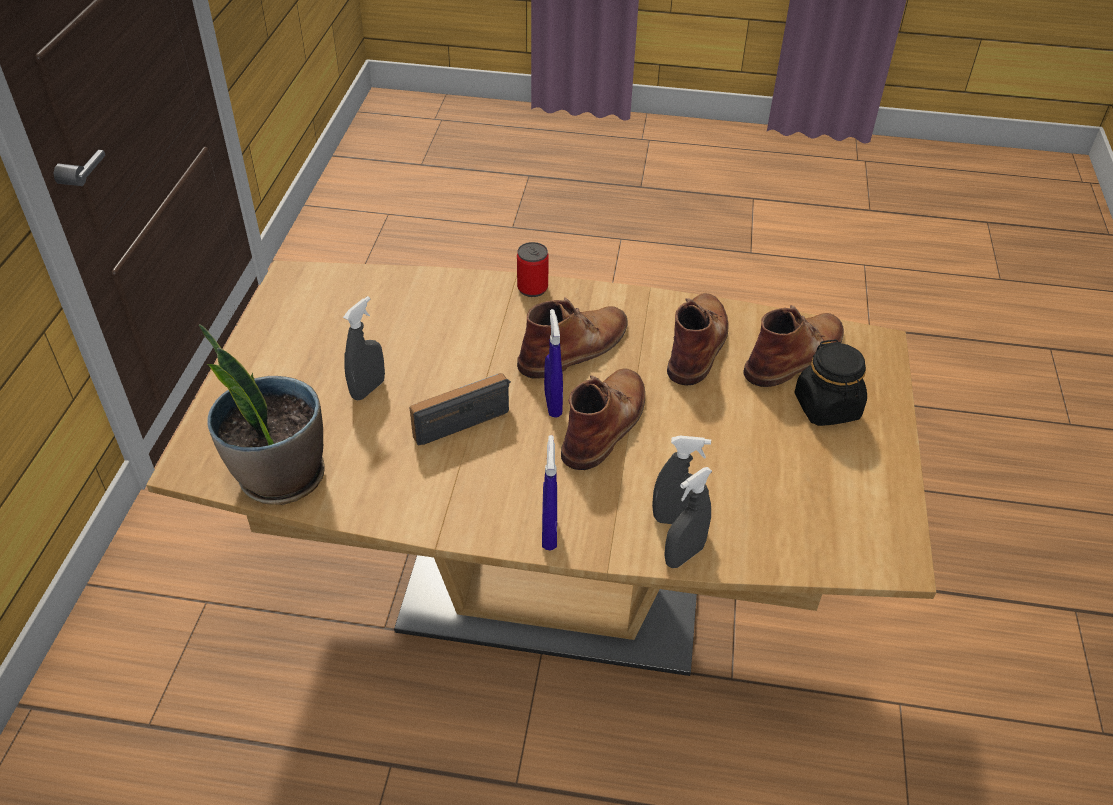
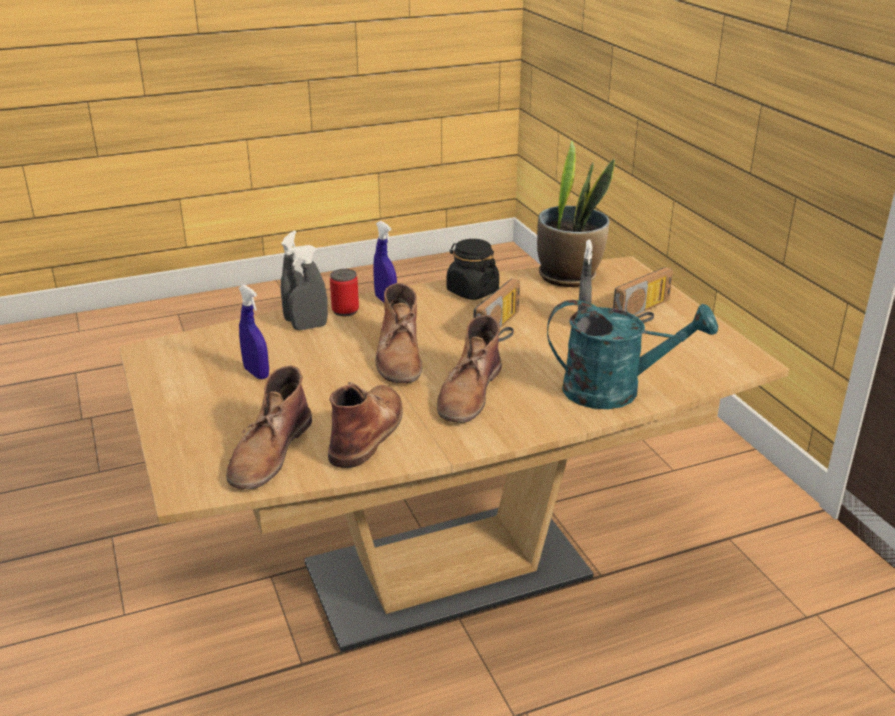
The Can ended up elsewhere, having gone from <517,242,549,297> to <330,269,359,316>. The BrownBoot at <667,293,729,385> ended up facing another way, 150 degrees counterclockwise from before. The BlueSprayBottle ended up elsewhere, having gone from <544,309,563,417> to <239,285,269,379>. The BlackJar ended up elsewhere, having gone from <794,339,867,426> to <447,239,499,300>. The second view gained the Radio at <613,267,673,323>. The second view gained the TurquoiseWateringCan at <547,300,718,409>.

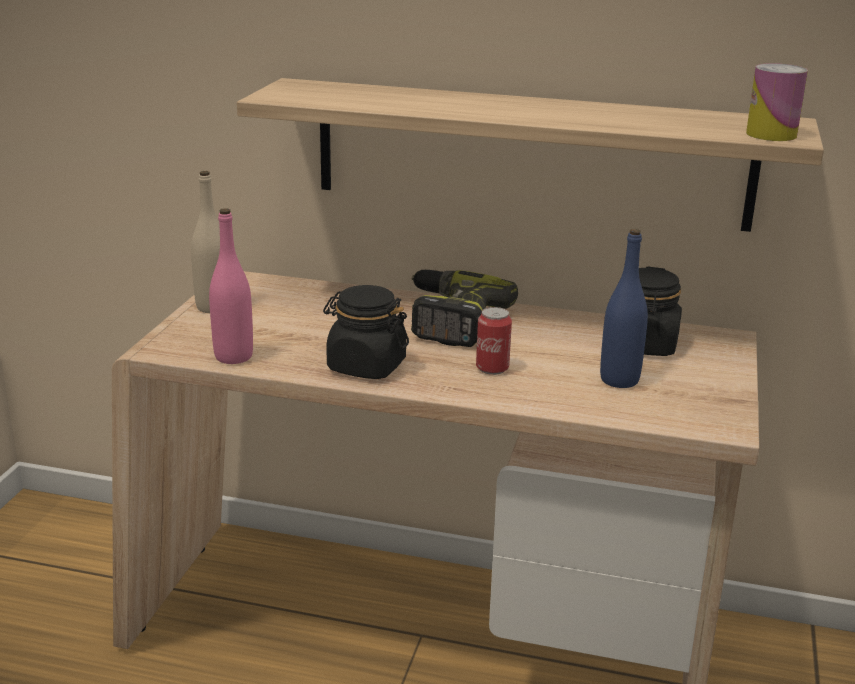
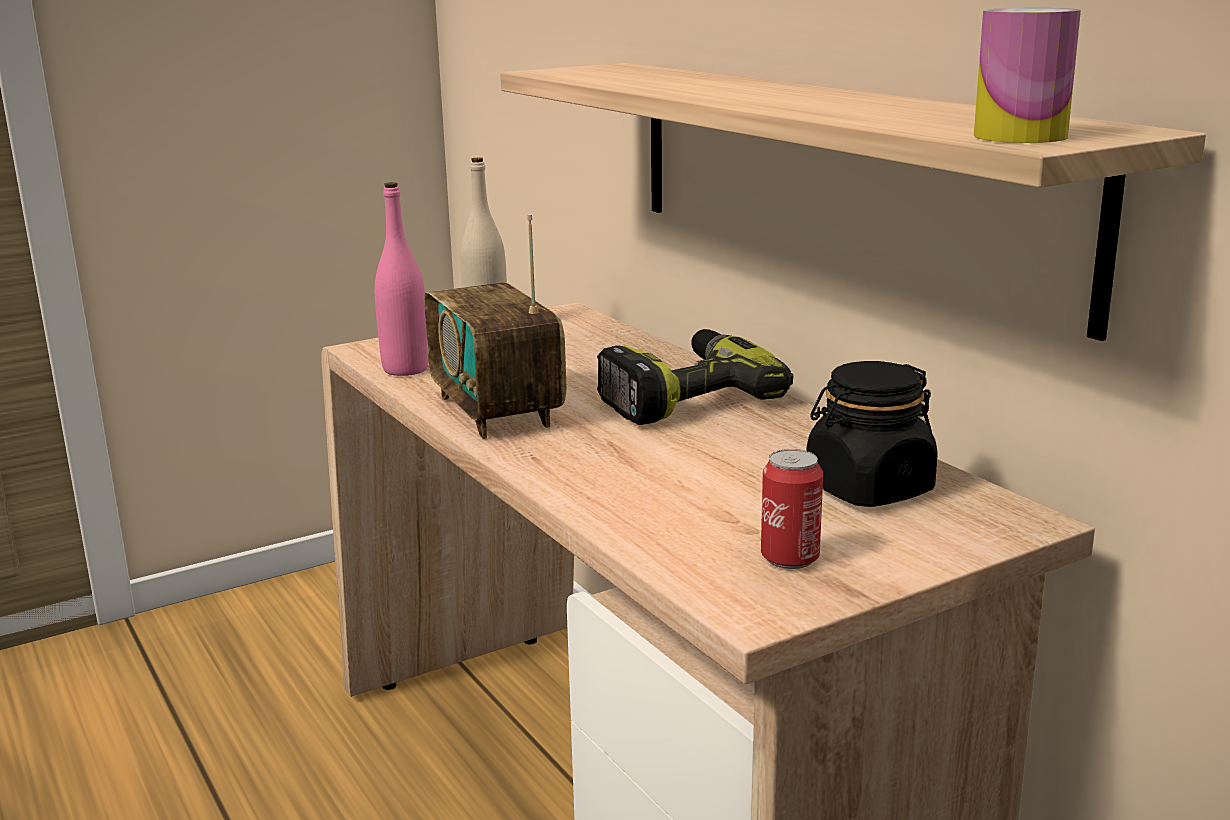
The second view lost the BlueBottle at <600,229,648,388>. Where the BlackJar stood at <323,285,409,379>, the Radio came to stand at <424,214,566,439>. The Can ended up elsewhere, having gone from <476,307,512,375> to <761,449,823,569>.

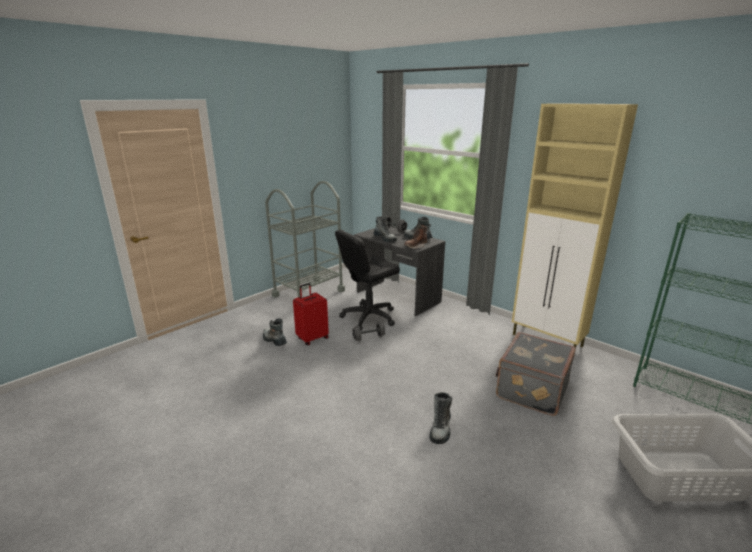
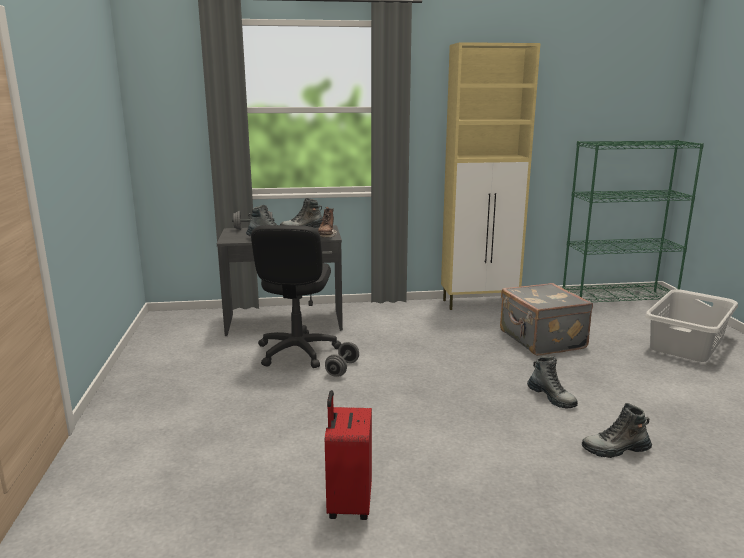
The second view lost the GreyCart at <265,181,345,298>. The RedSuitcase ended up elsewhere, having gone from <293,283,329,345> to <325,390,372,520>. The Boot ended up elsewhere, having gone from <263,318,287,346> to <582,403,652,458>.

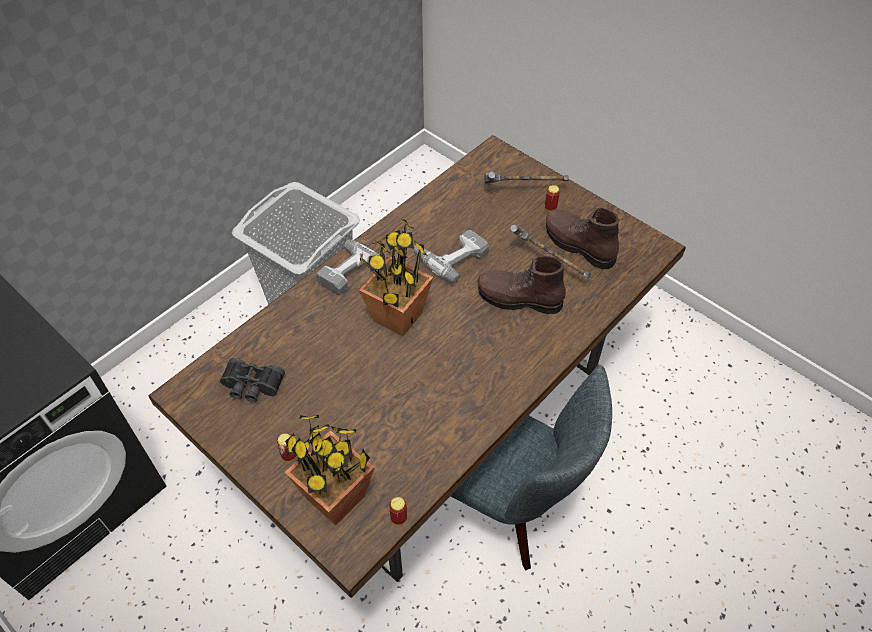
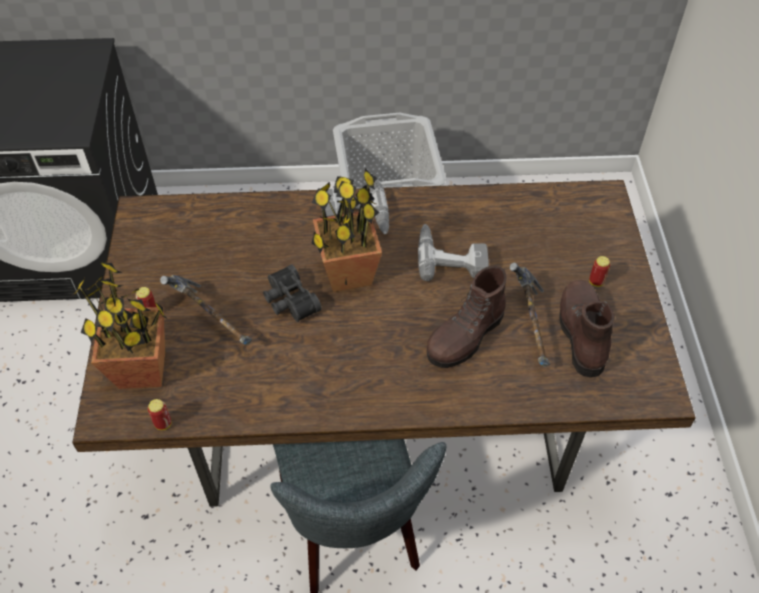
The Hammer ended up elsewhere, having gone from <484,172,568,185> to <160,275,252,345>. The BrownBoot at <478,256,566,314> ended up facing another way, 105 degrees counterclockwise from before. The BlackBinoculars ended up elsewhere, having gone from <220,358,285,402> to <263,264,322,322>.

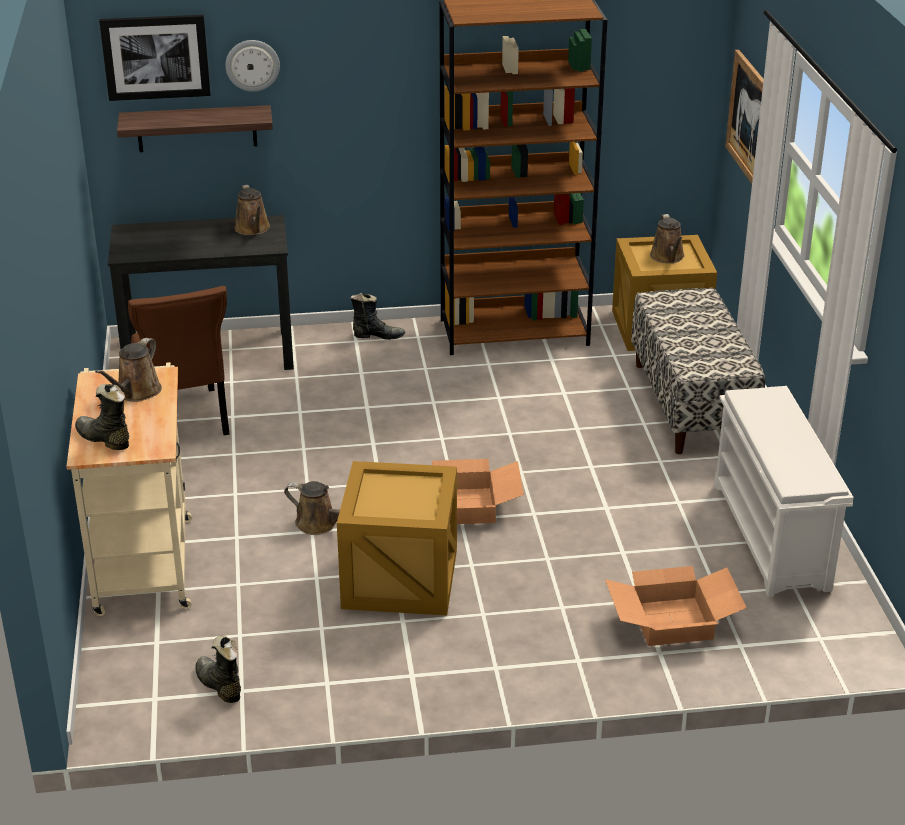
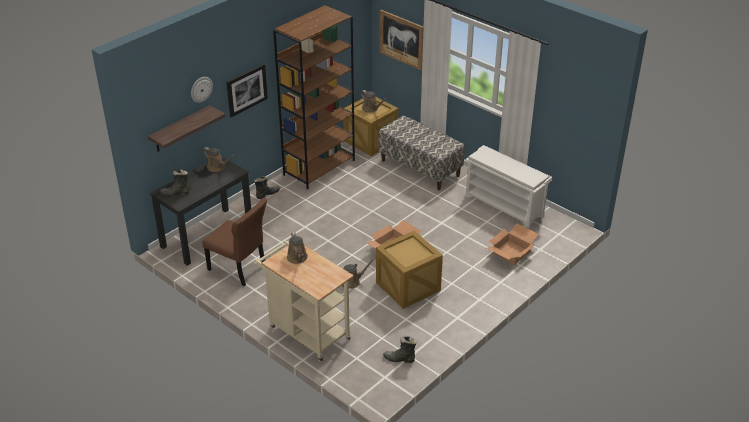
The Picture ended up elsewhere, having gone from <99,15,211,101> to <226,64,268,117>. The BlackBoot ended up elsewhere, having gone from <75,384,129,450> to <160,169,189,196>.

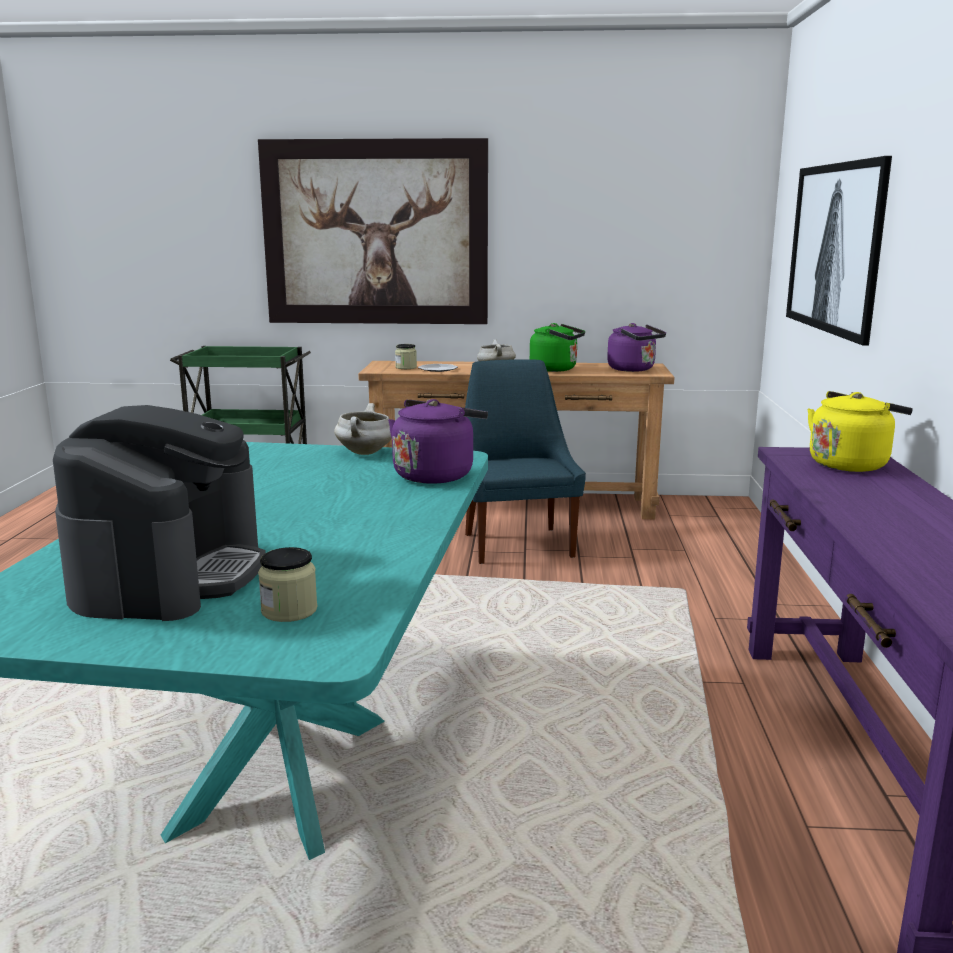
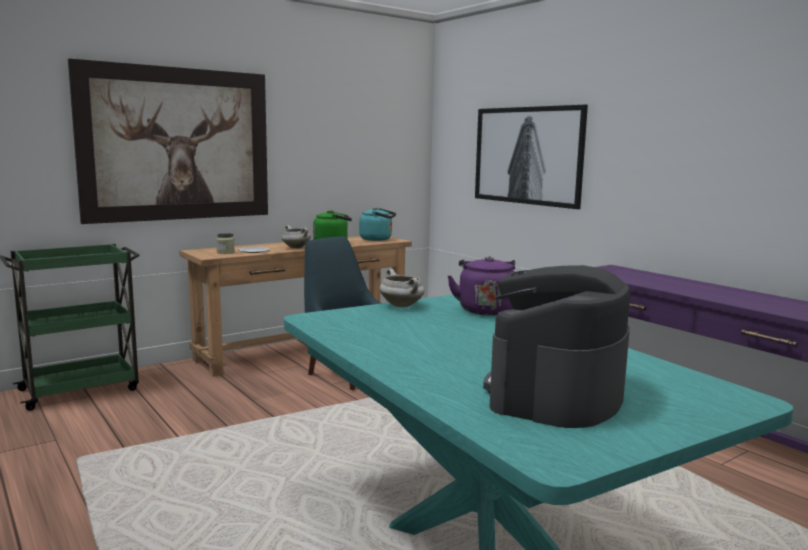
What was the PurpleKettle at <607,323,666,372> turned into the TurquoiseKettle at <359,208,396,241>. The second view lost the YellowKettle at <807,391,913,472>. The CoffeeMachine at <53,405,266,621> ended up facing another way, 120 degrees counterclockwise from before. The second view lost the Jar at <258,547,317,622>.

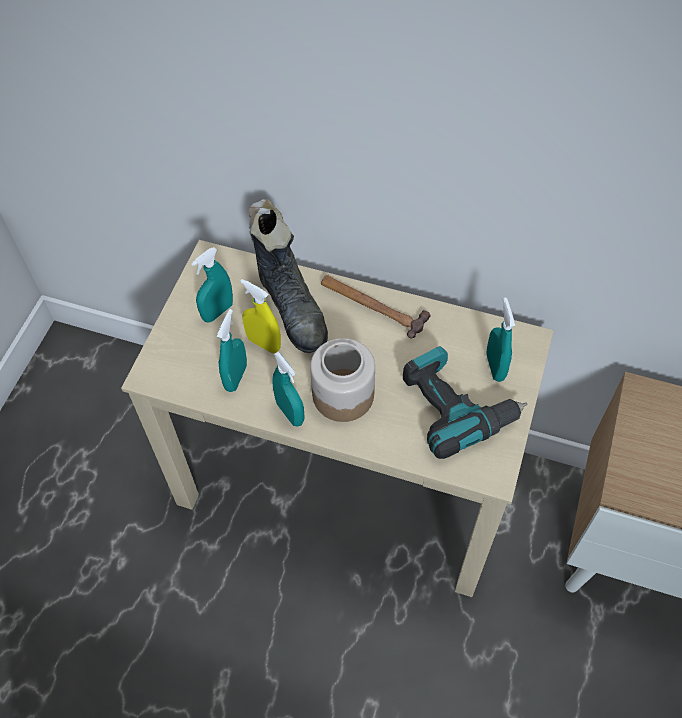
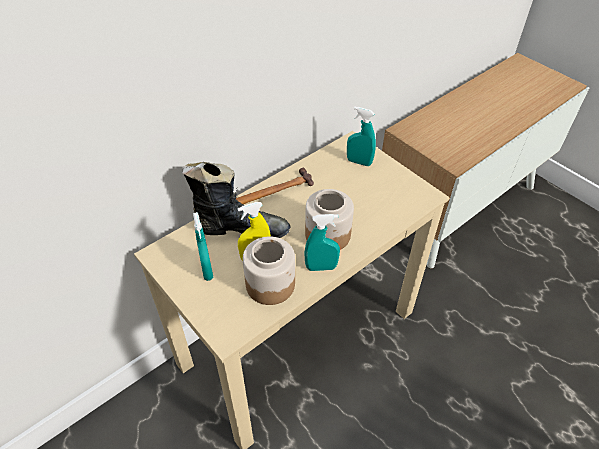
Where the TurquoiseSprayBottle stood at <217,309,247,392>, the Jar came to stand at <243,237,295,305>. The second view lost the PowerDrill at <403,346,527,459>.

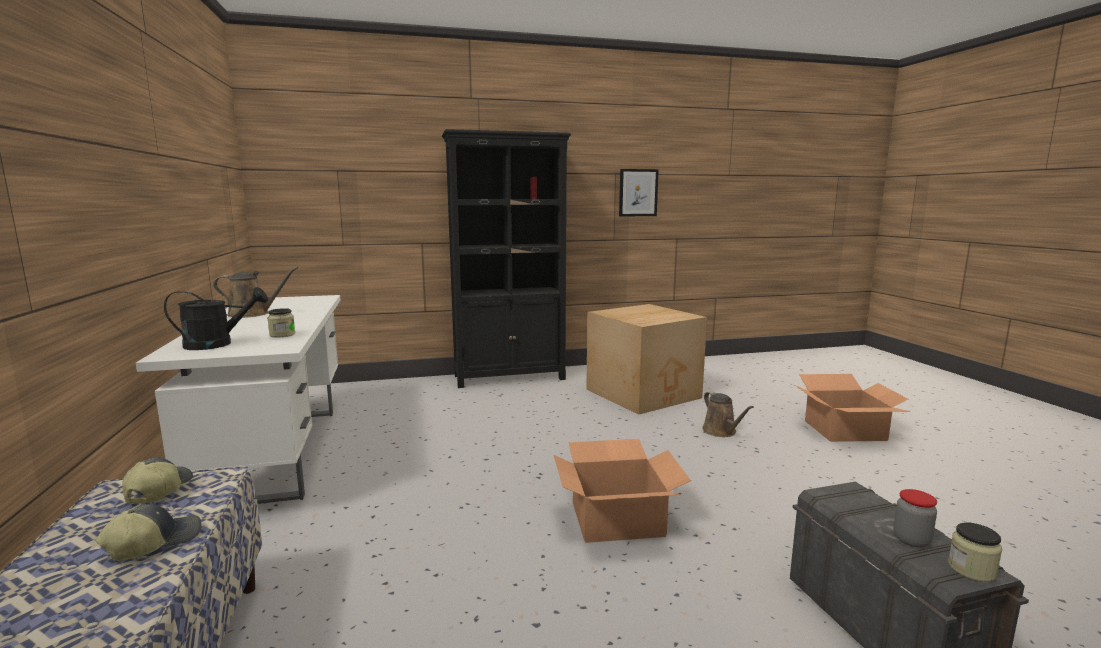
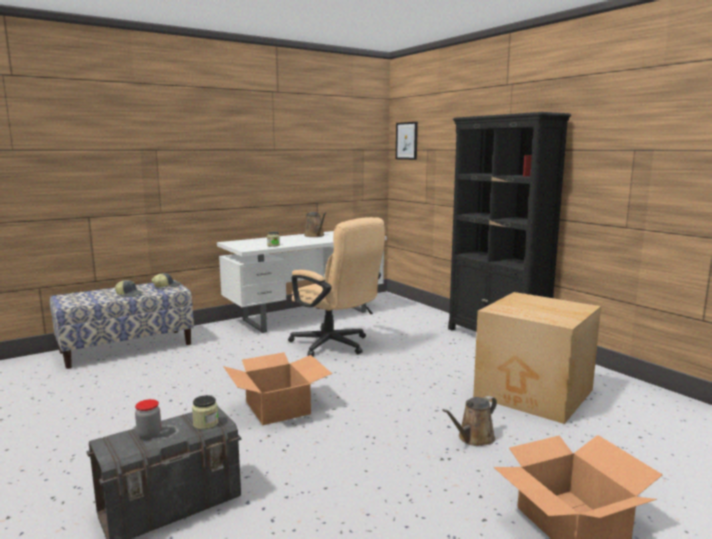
The Picture ended up elsewhere, having gone from <619,169,659,216> to <396,122,418,160>. The second view lost the BlackWateringCan at <164,287,268,350>. The Jar ended up elsewhere, having gone from <948,522,1002,582> to <192,395,218,429>. The second view gained the BeigeOfficeChair at <288,217,385,356>.

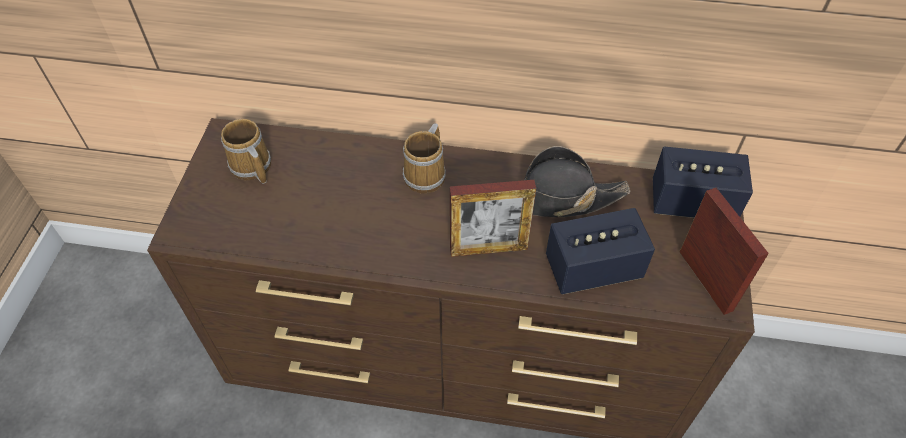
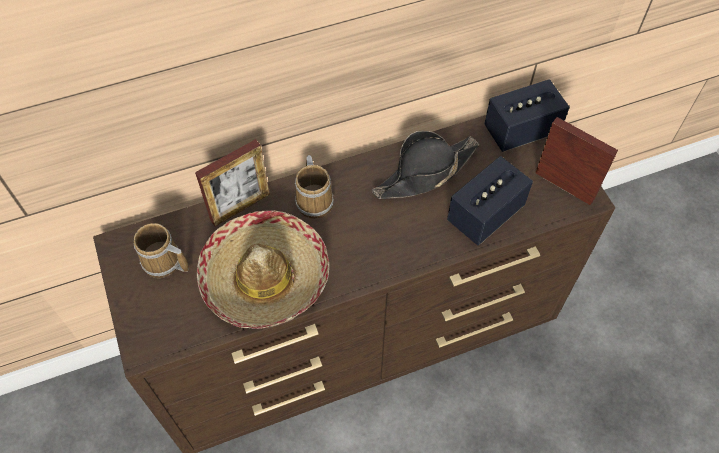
The PictureFrame ended up elsewhere, having gone from <450,180,536,257> to <195,139,270,226>. The second view gained the Hat at <197,210,329,329>.

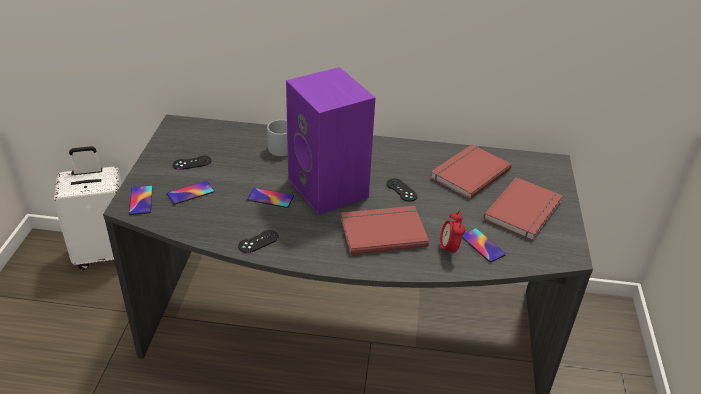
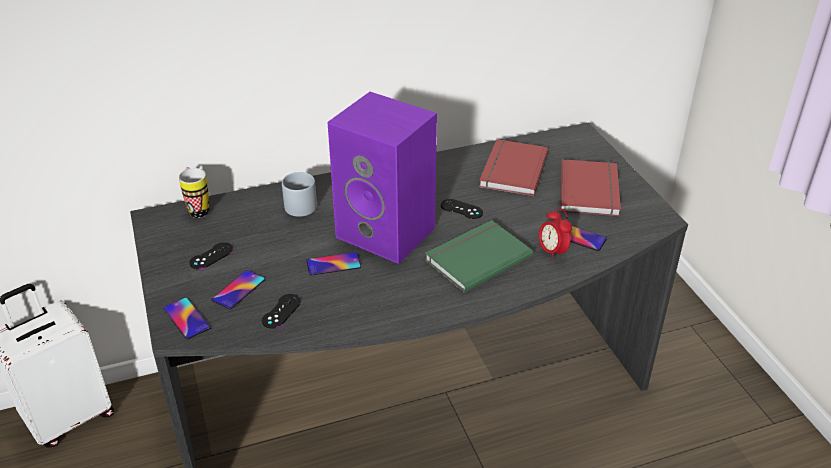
What was the RedBook at <341,206,429,255> turned into the GreenBook at <425,220,533,293>. The BlackGameController ended up elsewhere, having gone from <238,230,279,253> to <262,294,301,329>. The second view gained the Mug at <179,167,209,218>.

